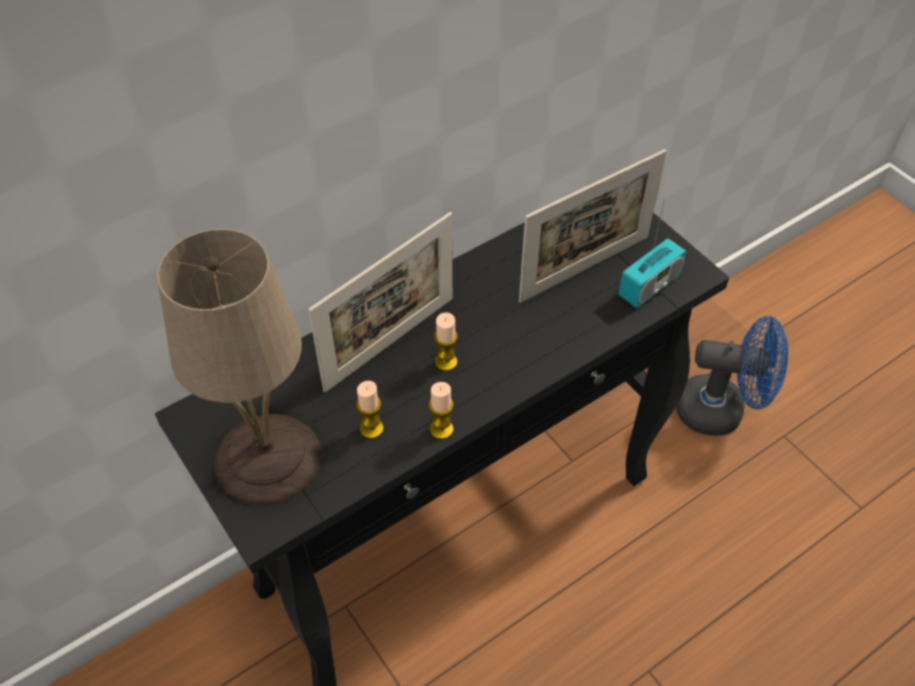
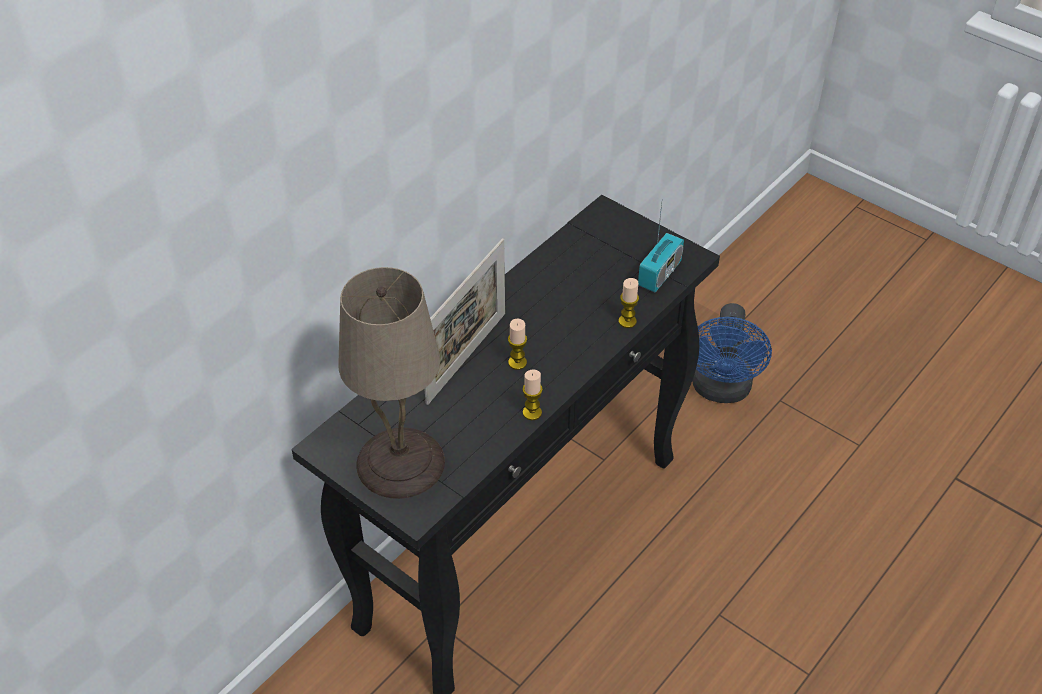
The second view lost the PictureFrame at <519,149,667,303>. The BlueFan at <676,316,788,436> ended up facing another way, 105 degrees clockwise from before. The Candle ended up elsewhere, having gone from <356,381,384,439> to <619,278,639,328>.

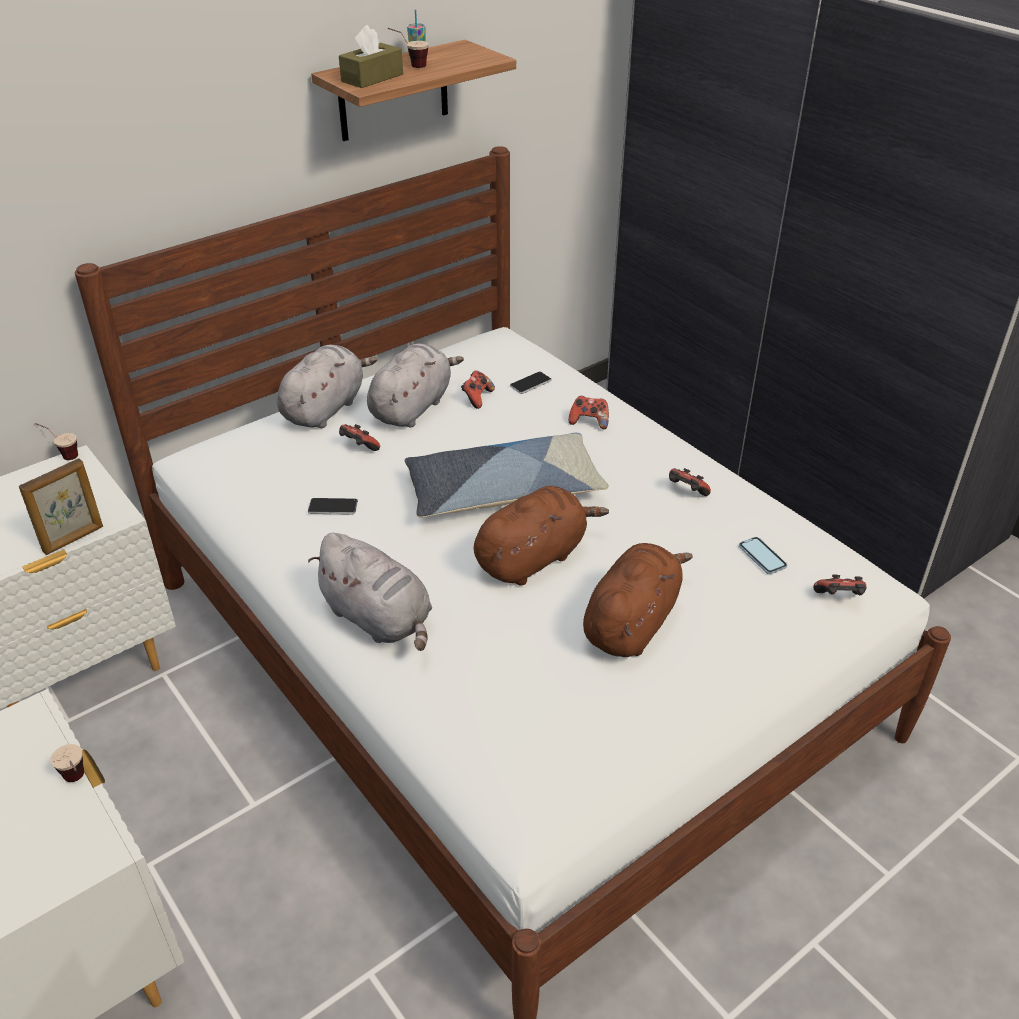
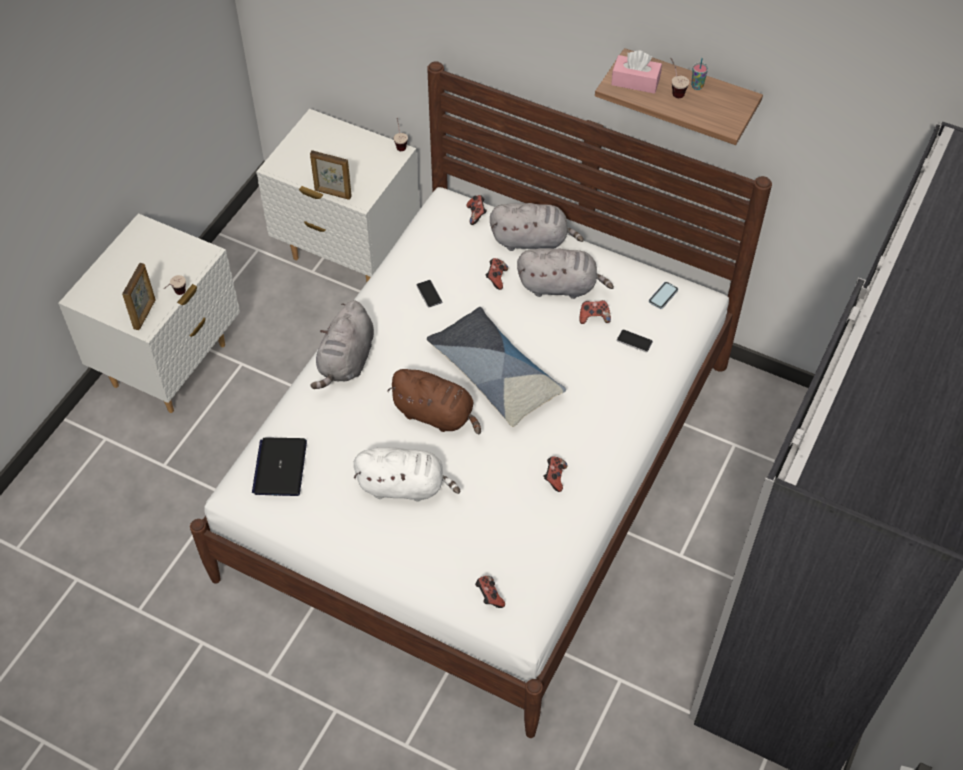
What was the BrownTissueBox at <339,25,403,88> turned into the PinkTissueBox at <611,50,662,94>. The GameController ended up elsewhere, having gone from <568,396,609,429> to <466,195,487,225>. The Phone ended up elsewhere, having gone from <739,537,787,574> to <649,282,678,309>. What was the BrownPlushToy at <583,543,693,657> turned into the WhitePlushToy at <354,447,460,502>. The second view gained the PictureFrame at <122,263,156,330>. The second view gained the Laptop at <252,437,307,496>.

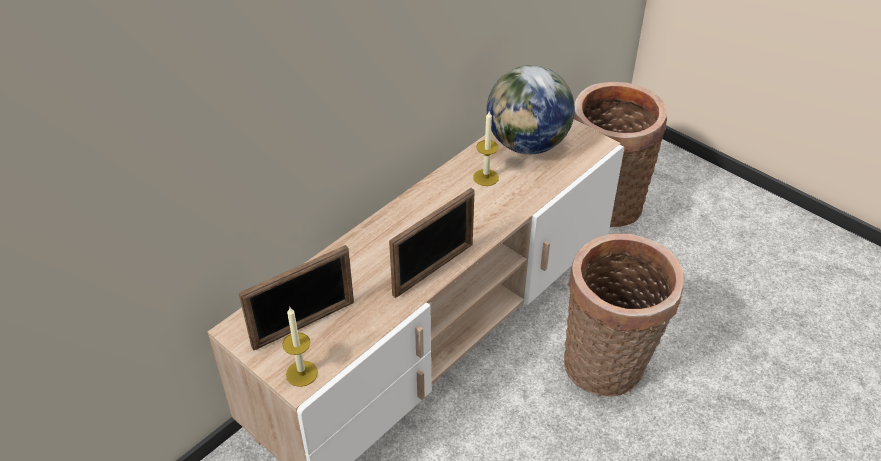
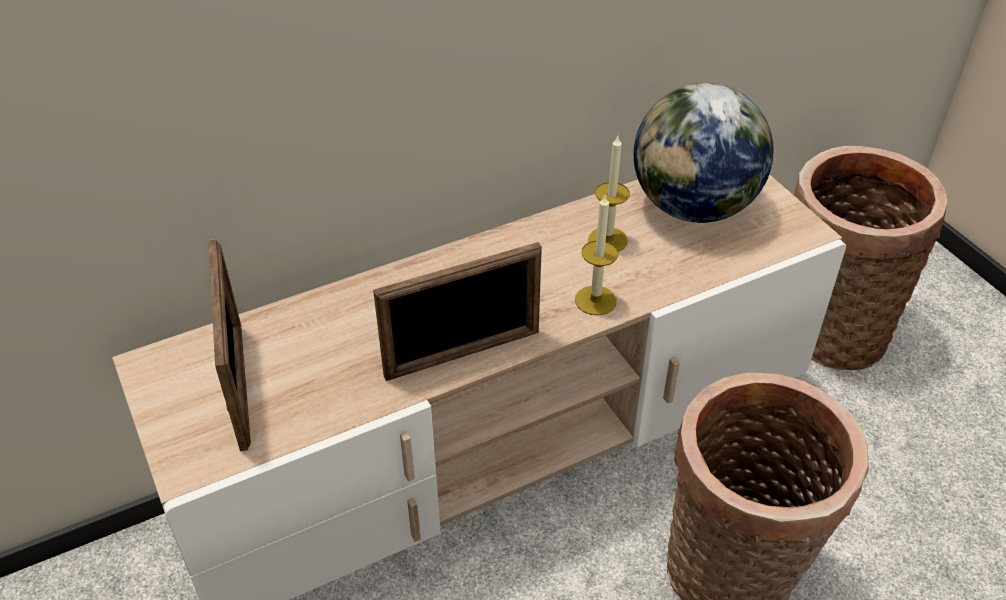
The PictureFrame at <239,245,354,351> ended up facing another way, 90 degrees counterclockwise from before. The Candle ended up elsewhere, having gone from <282,307,318,387> to <575,195,618,316>.

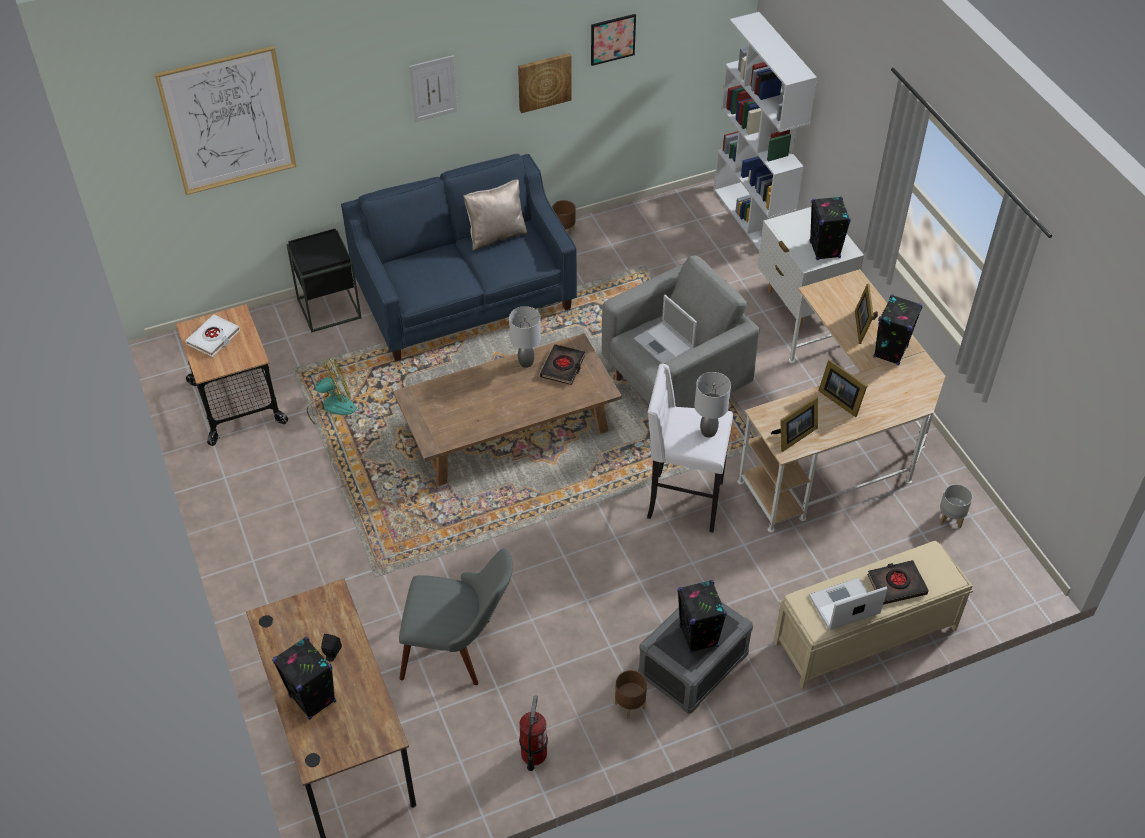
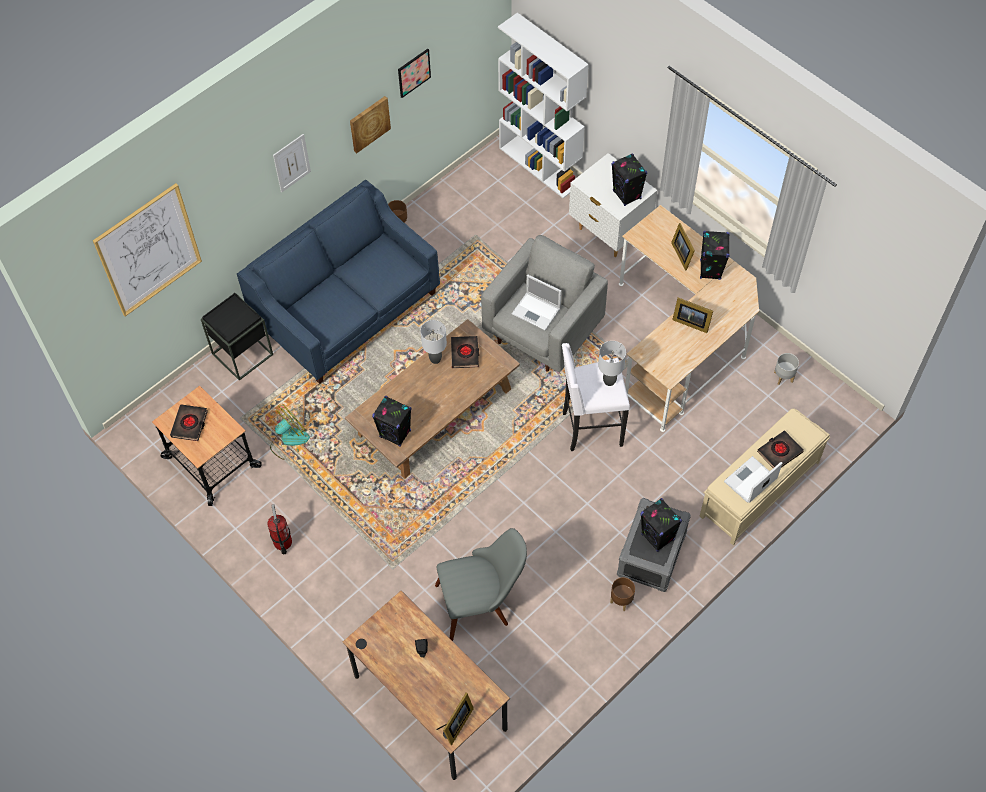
The second view lost the BeigePillow at <463,179,528,250>. What was the WhiteBook at <185,314,240,357> turned into the BlackBook at <170,404,208,441>. The PictureFrame ended up elsewhere, having gone from <771,396,818,452> to <437,692,474,745>. The BlackSpeaker ended up elsewhere, having gone from <272,637,336,720> to <372,396,411,447>. The FireExtinguisher ended up elsewhere, having gone from <519,695,548,771> to <267,504,292,554>.

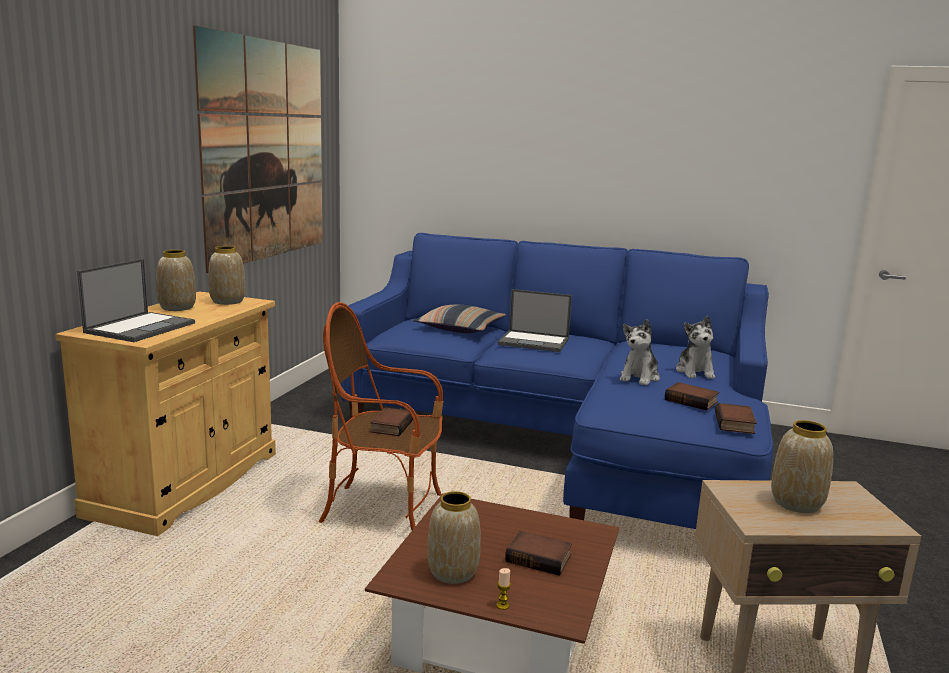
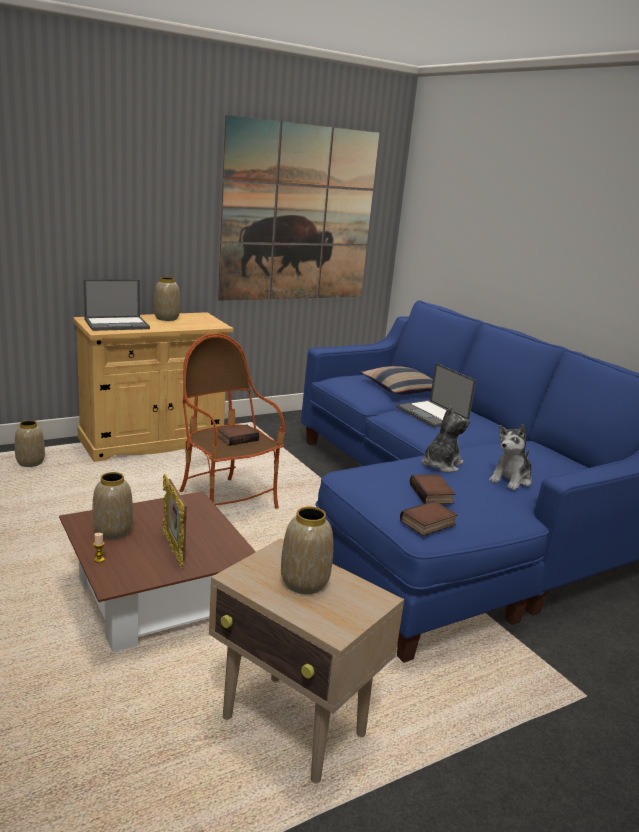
The Vase ended up elsewhere, having gone from <208,246,245,305> to <15,420,45,467>. The PlushToy at <620,319,660,386> ended up facing another way, 150 degrees clockwise from before. Where the Book stood at <505,531,572,576>, the PictureFrame came to stand at <162,474,187,568>.

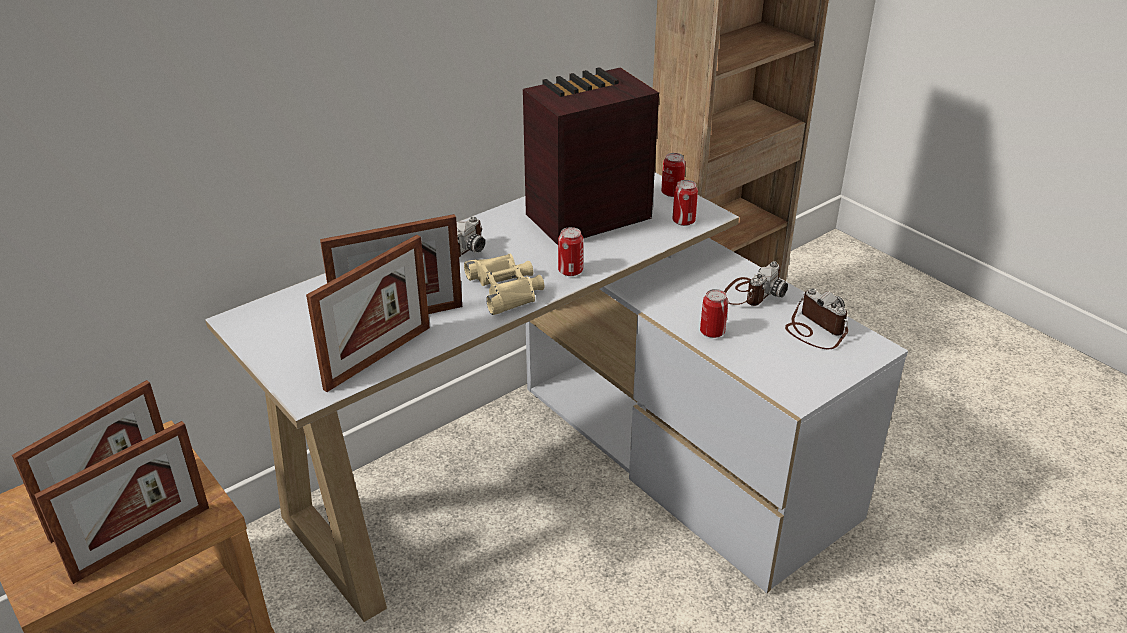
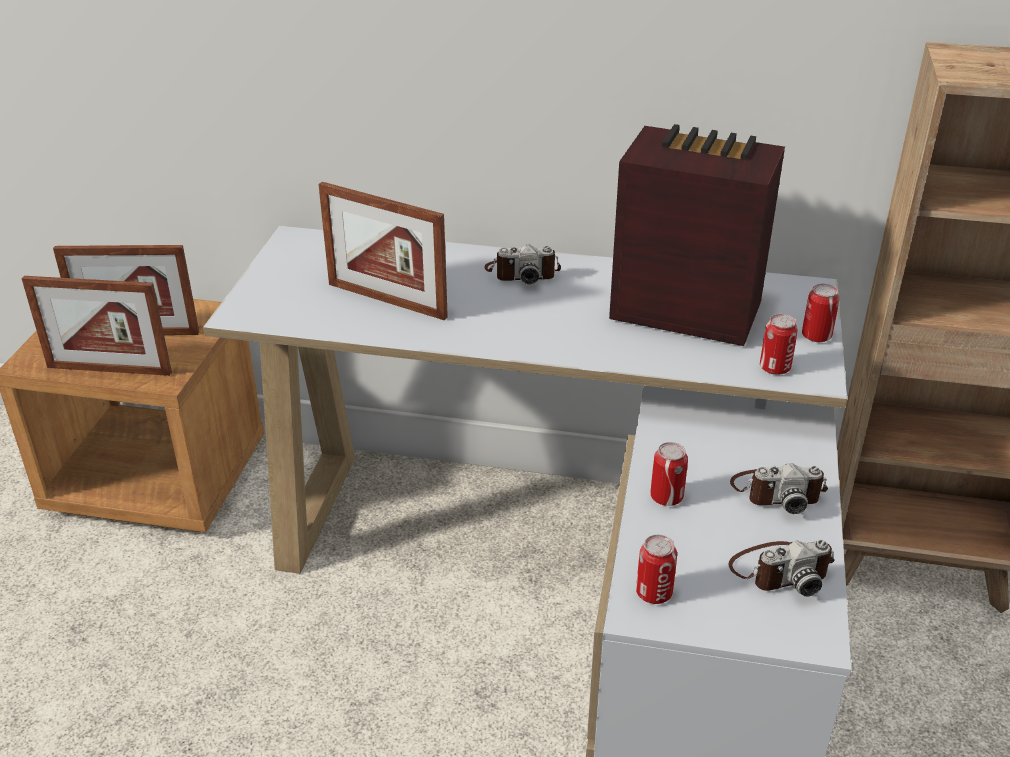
The Can ended up elsewhere, having gone from <558,227,583,276> to <636,535,677,604>. The second view lost the PictureFrame at <306,235,430,392>. The second view lost the BeigeBinoculars at <464,254,544,315>. The PhotoCamera at <785,288,848,349> ended up facing another way, 60 degrees clockwise from before.

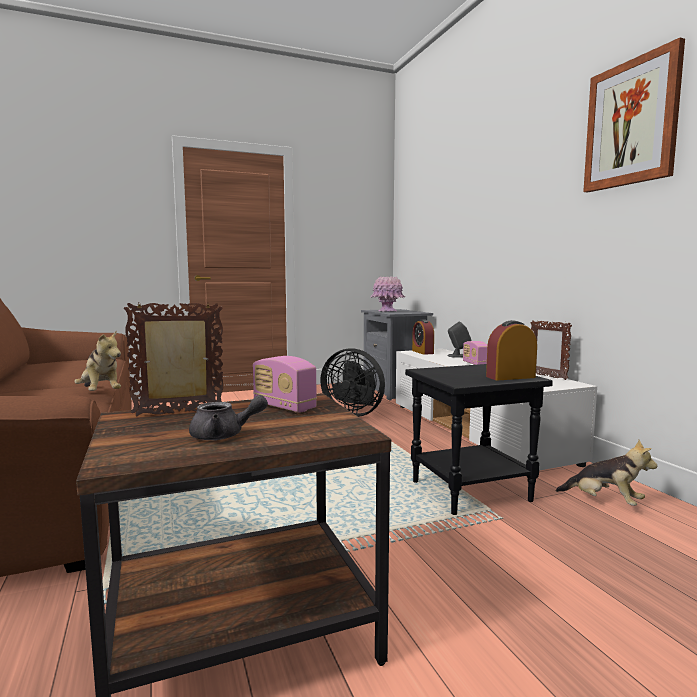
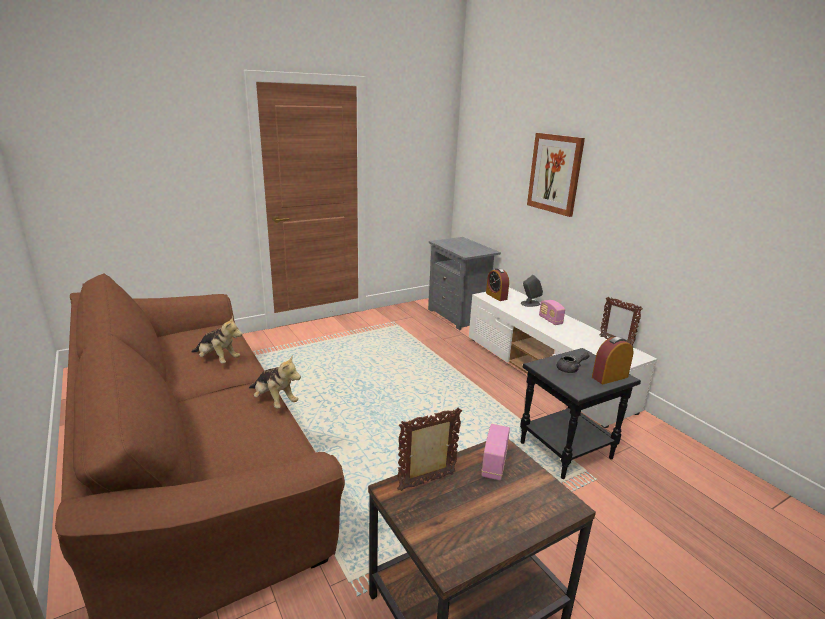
The Picture ended up elsewhere, having gone from <583,38,685,192> to <527,133,585,217>. The second view lost the PinkVase at <370,276,405,312>. The second view lost the BlackFan at <320,349,385,417>. The Radio at <253,356,317,413> ended up facing another way, 75 degrees clockwise from before. The GreyTeapot ended up elsewhere, having gone from <189,395,268,440> to <556,352,590,373>. The PlushToy ended up elsewhere, having gone from <556,440,657,506> to <191,316,242,363>.

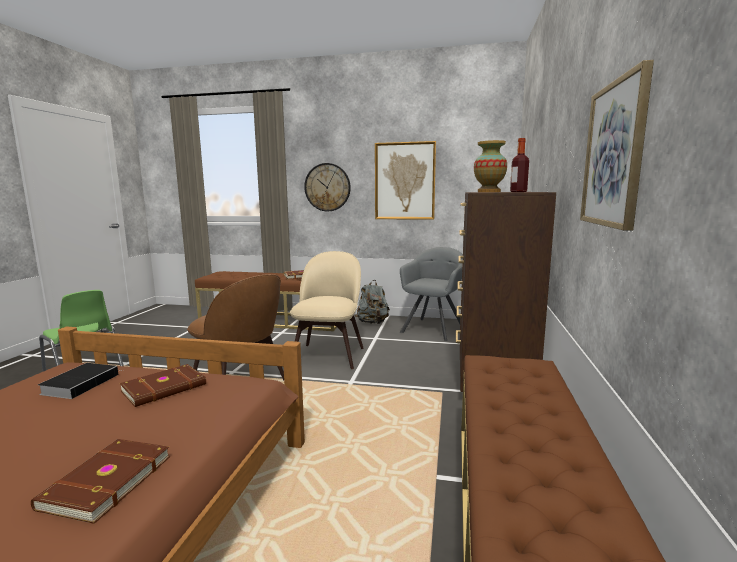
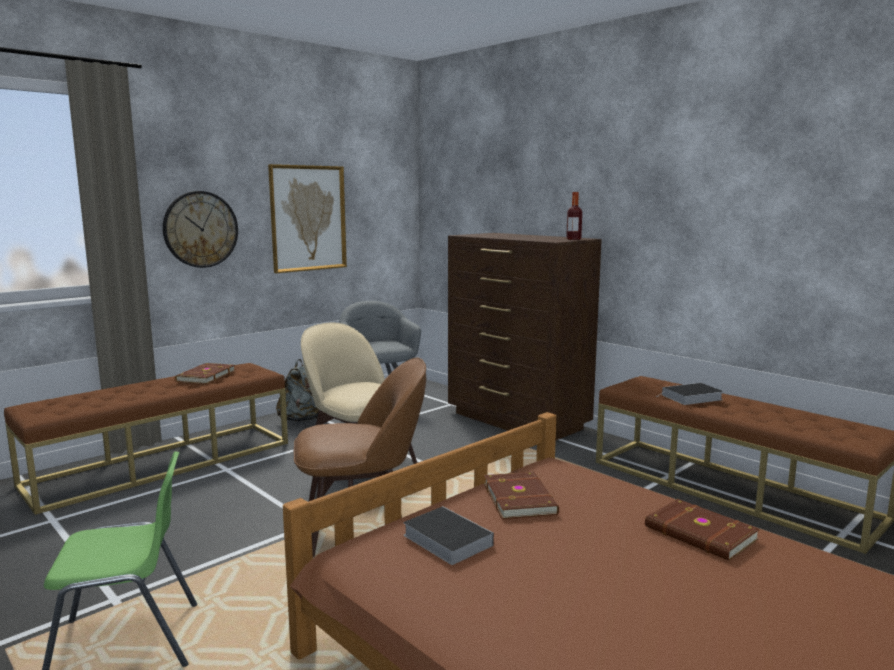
The second view lost the Picture at <580,60,654,231>. The second view lost the Vase at <474,140,507,192>. The second view gained the Book at <656,383,723,405>.

